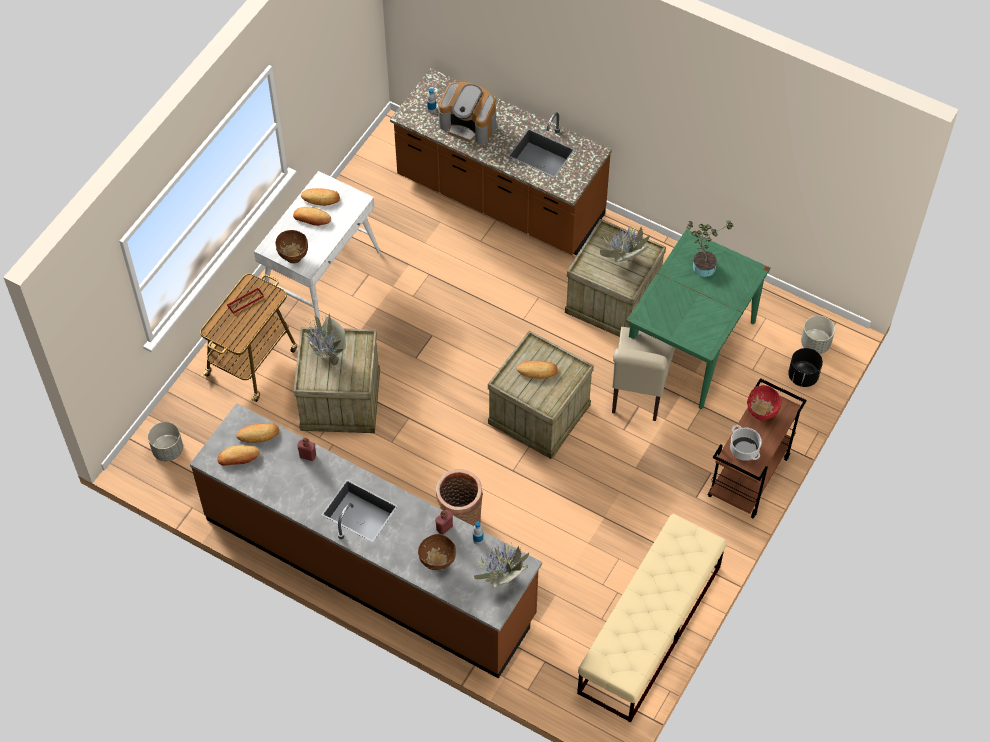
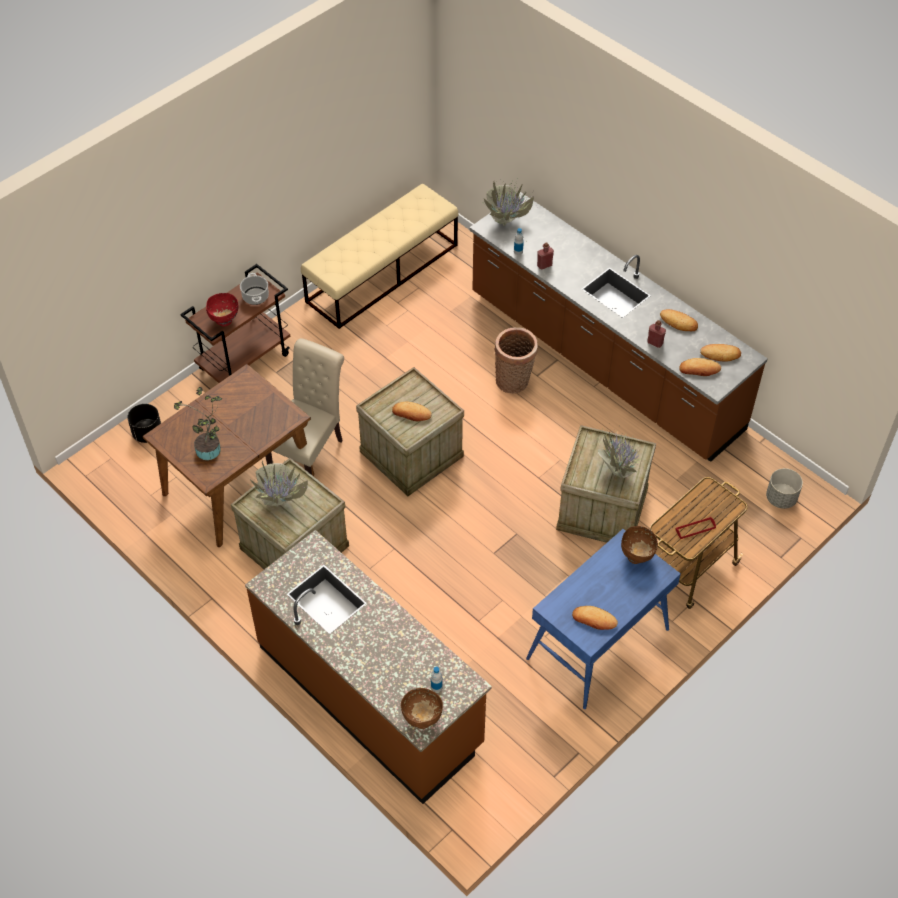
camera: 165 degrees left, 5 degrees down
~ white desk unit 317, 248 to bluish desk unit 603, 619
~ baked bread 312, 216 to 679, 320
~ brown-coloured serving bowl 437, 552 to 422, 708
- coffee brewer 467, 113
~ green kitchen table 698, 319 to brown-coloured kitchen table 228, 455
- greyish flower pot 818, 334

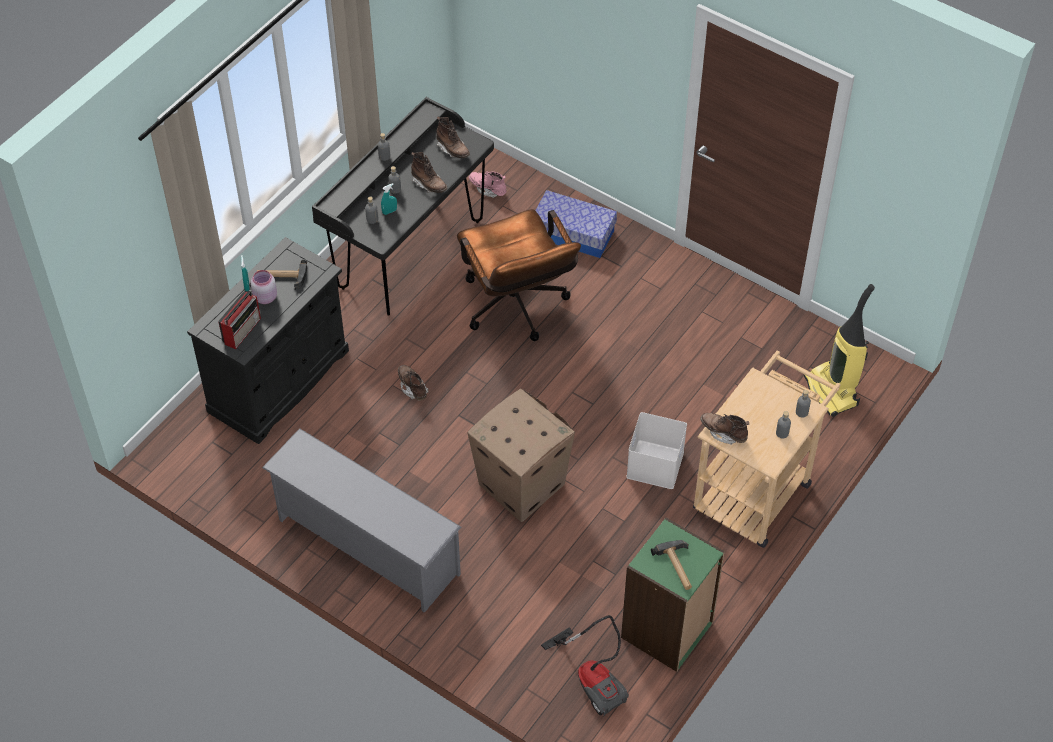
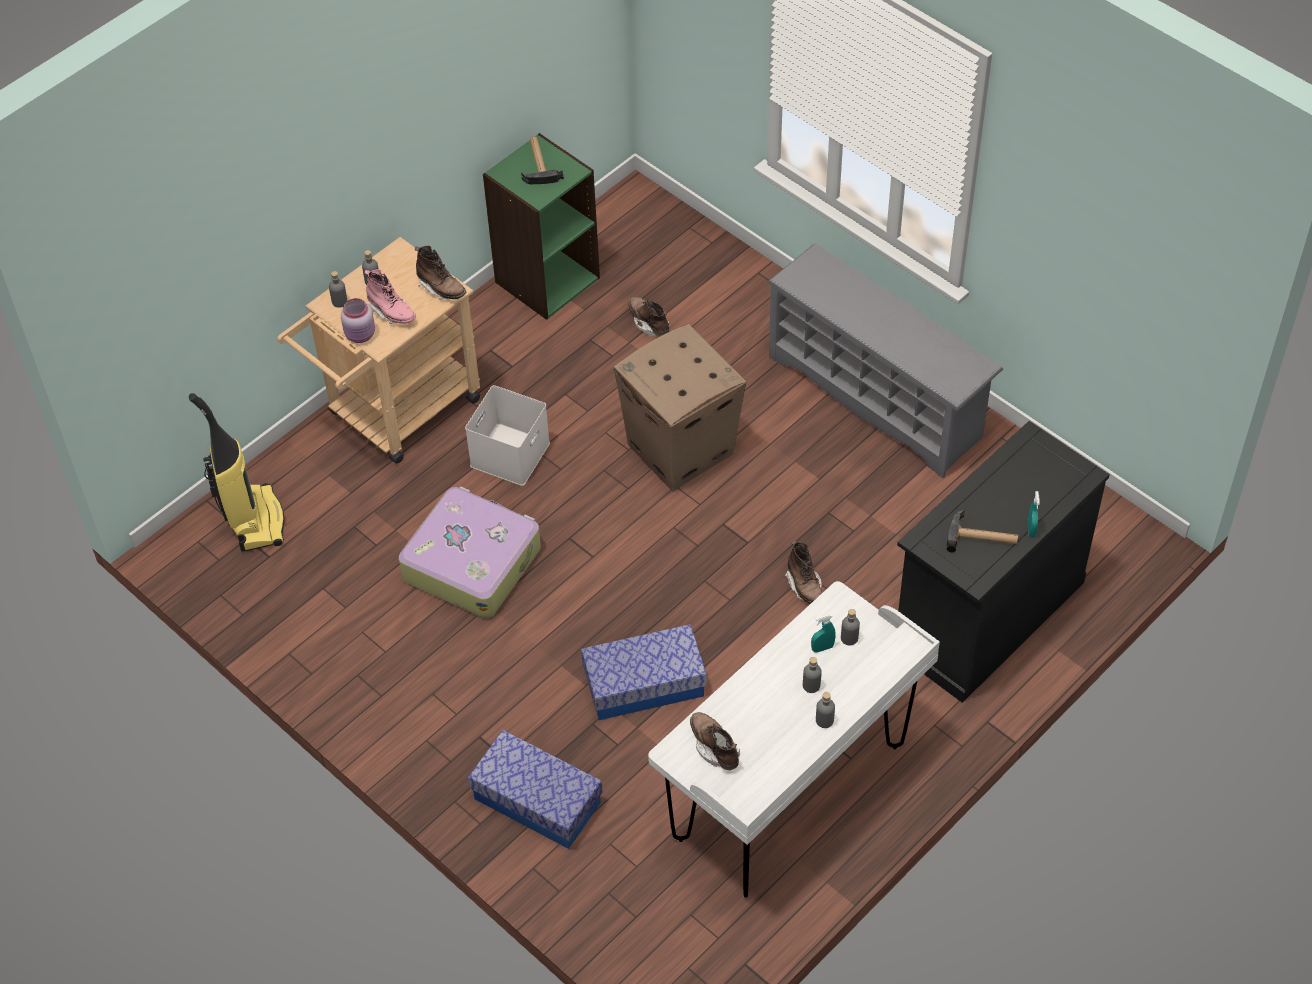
camera: 170 degrees left, 0 degrees up
- radio receiver 239, 320
~ pink jar 264, 287 to 358, 320
~ black-coloured desk unit 403, 206 to white desk unit 794, 739
~ brown-coloured boot 429, 172 to 649, 316
~ brown-coloured desk chair 519, 275 to storage container 644, 672
~ pink boot 487, 184 to 390, 296
- hoover 585, 666
+ travel case 470, 552

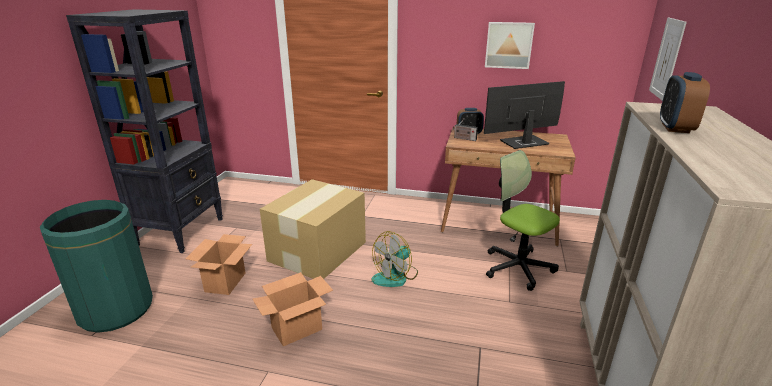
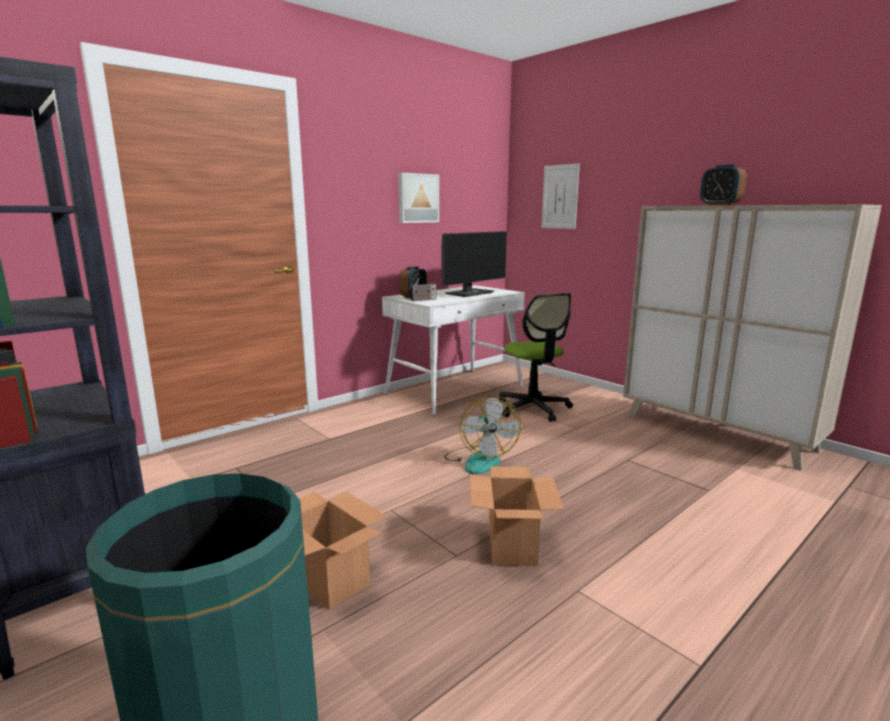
camera: 55 degrees left, 10 degrees down
- carton 313, 229
~ brown-coloured desk unit 508, 187 to white desk unit 453, 350
~ computer display 524, 115 = 474, 264 150 degrees counterclockwise
~ desk chair 523, 220 = 536, 357 105 degrees counterclockwise

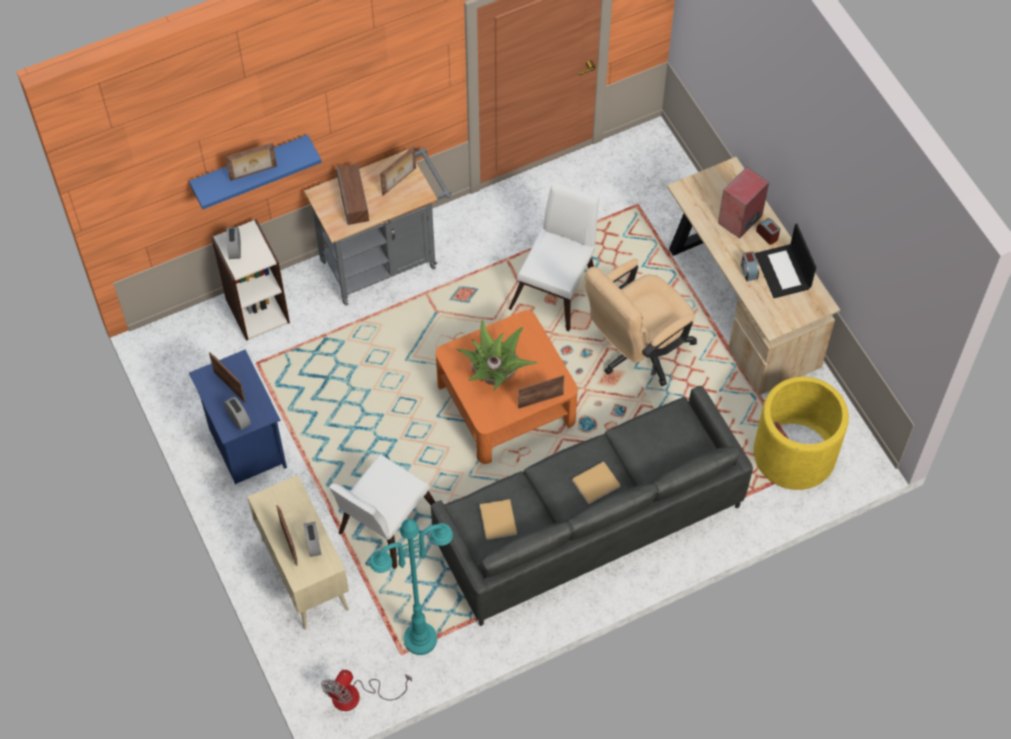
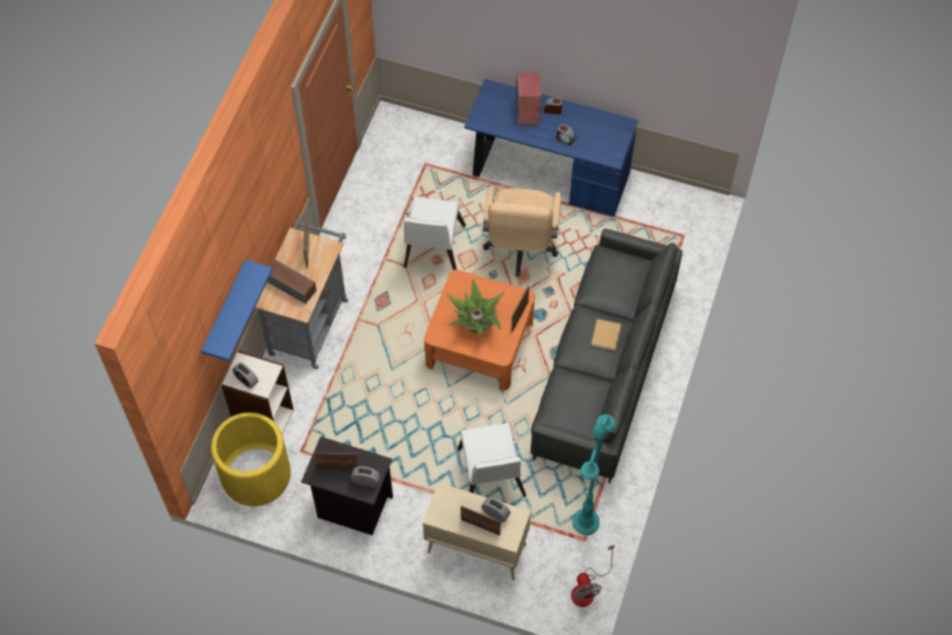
camera: 45 degrees left, 0 degrees up
~ bluish bedside table 238, 416 to black-coloured bedside table 347, 485
- standing frame 251, 161
- beige-coloured book 498, 519
~ white plain chair 554, 256 = 435, 233 150 degrees counterclockwise
~ beige-coloured desk unit 753, 276 to bluish desk unit 551, 148
~ yellow-coloured flower pot 801, 433 to 251, 459
- laptop 785, 261

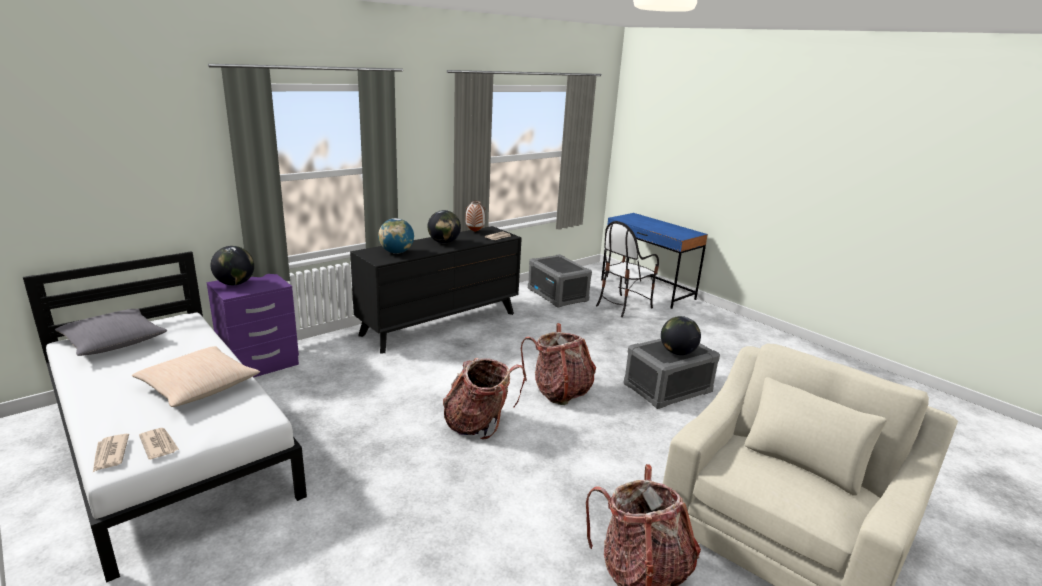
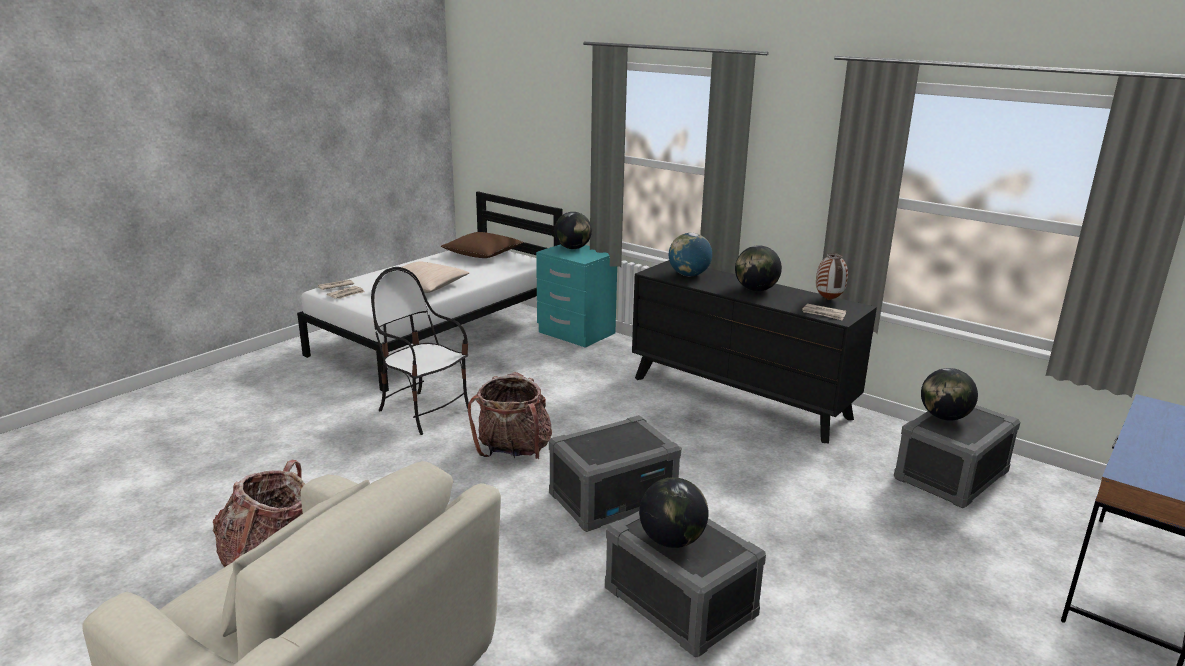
camera: 80 degrees right, 0 degrees up
~ greyish pillow 111, 332 to brown-coloured pillow 482, 245
~ purple bedside table 253, 325 to blue-green bedside table 576, 296
~ rucksack 558, 364 to greyish storage container 615, 473
~ plain chair 627, 269 to 420, 351
+ globe 949, 394

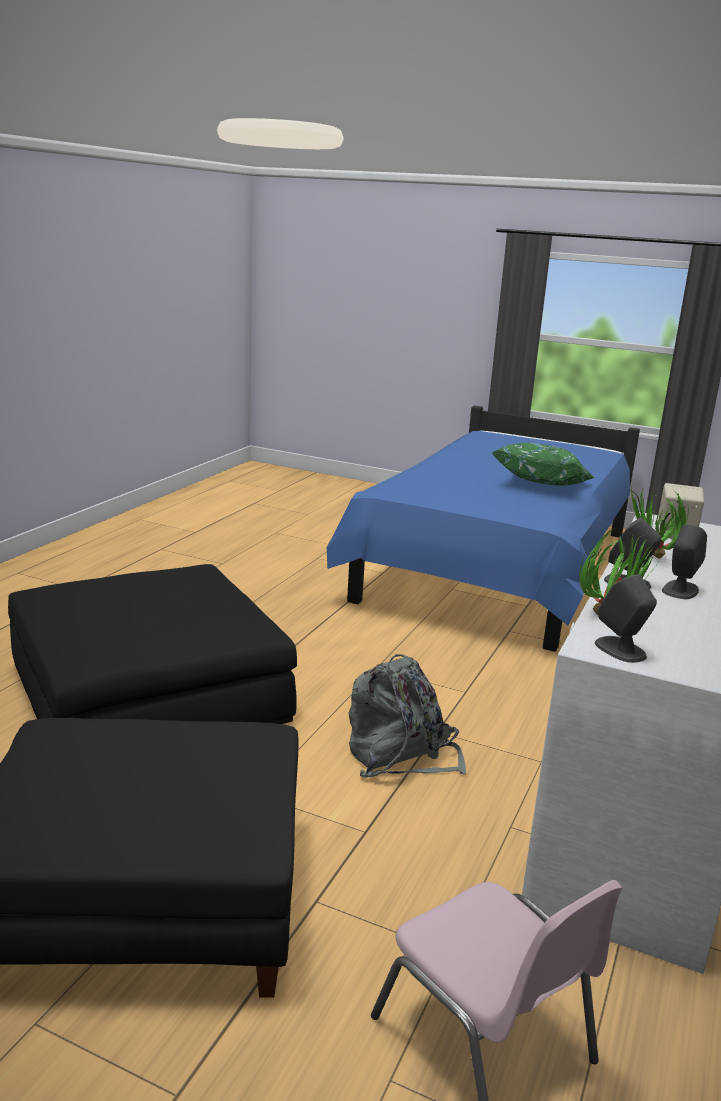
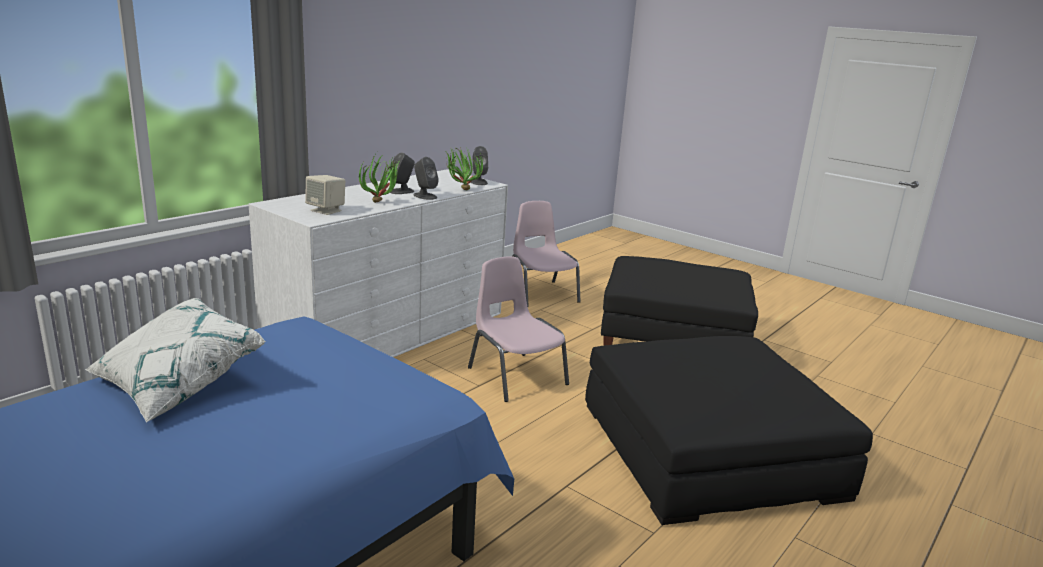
camera: 165 degrees left, 0 degrees up
~ greyish rucksack 407, 716 to pink plain chair 518, 329
~ green pillow 542, 464 to white pillow 175, 360

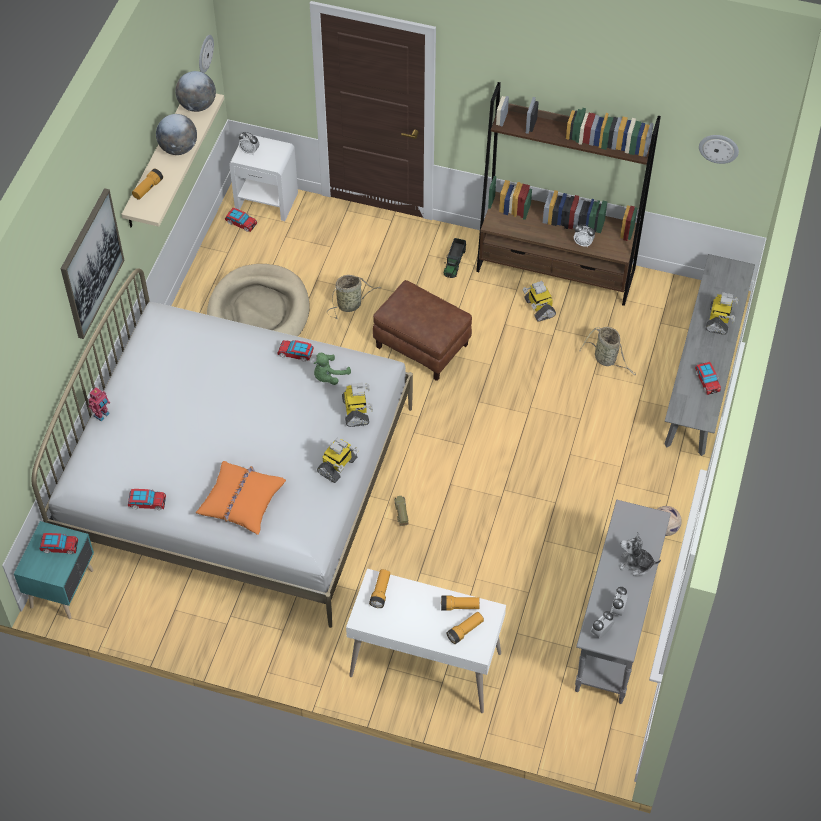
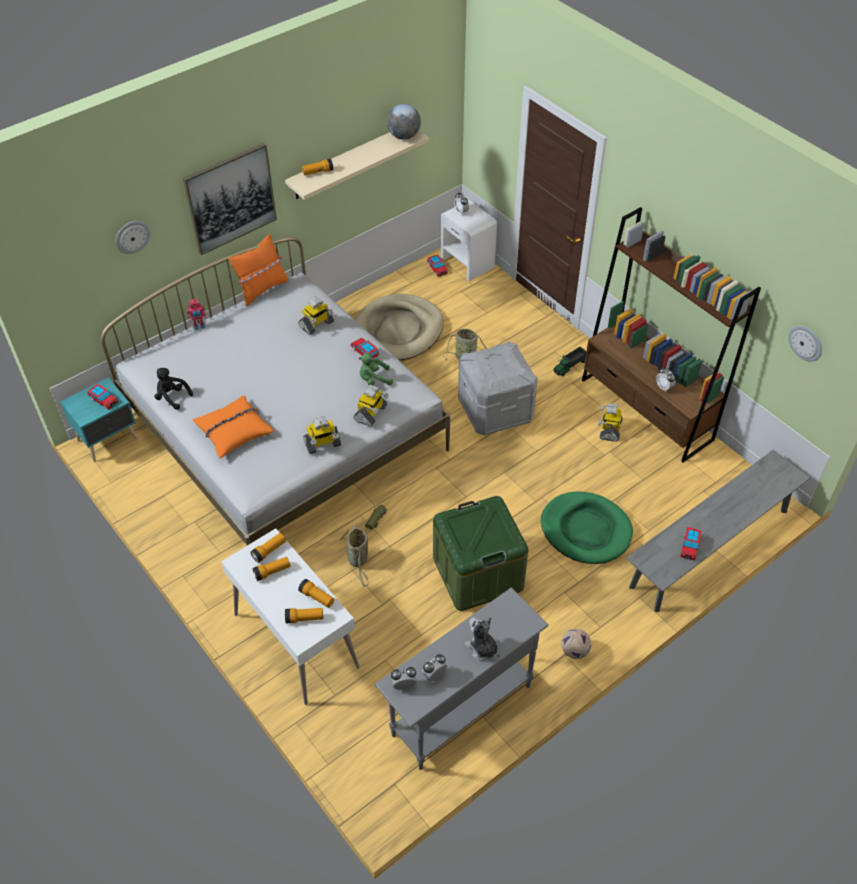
camera: 35 degrees right, 5 degrees down
~ model car 147, 499 to black-coloured soft toy 173, 389
- globe 176, 134
~ wall clock 206, 54 to 133, 237
~ brown-coloured pouffe 422, 330 to greyish storage container 498, 388
~ basket 608, 351 to 354, 555
~ model robot 722, 313 to 316, 315
+ orange-coloured pillow 258, 270
+ hand torch 271, 569
+ green storage container 480, 553
+ green dog cushion 587, 527

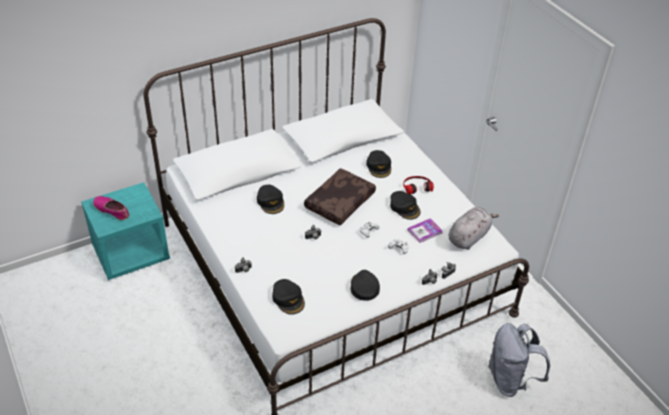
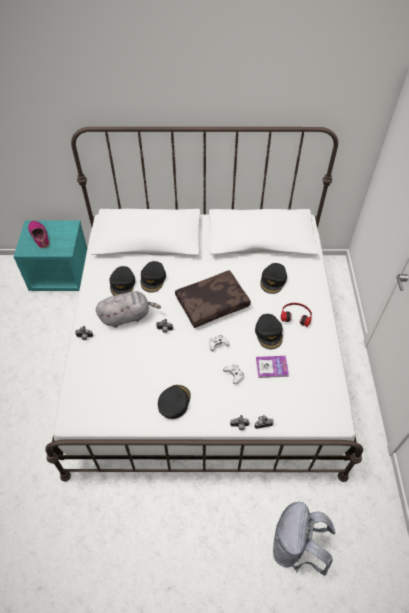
camera: 30 degrees right, 10 degrees up
~ black-coloured baseball cap 288, 297 to 122, 281
~ greyish soft toy 474, 228 to 128, 309

